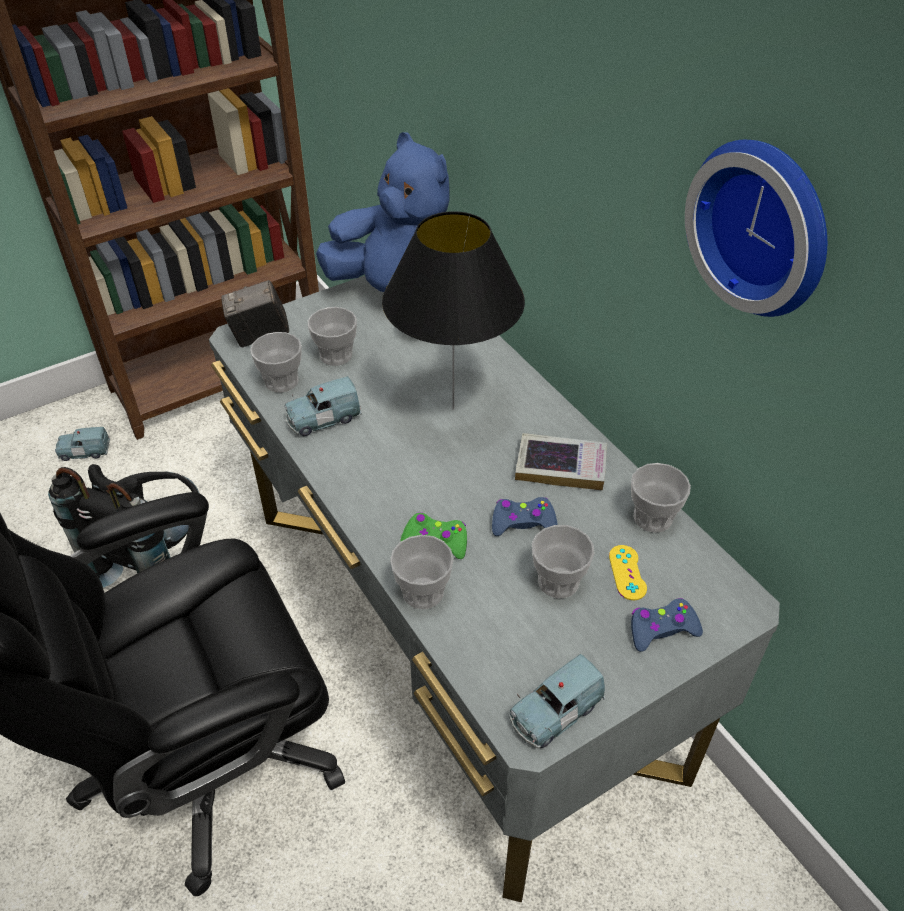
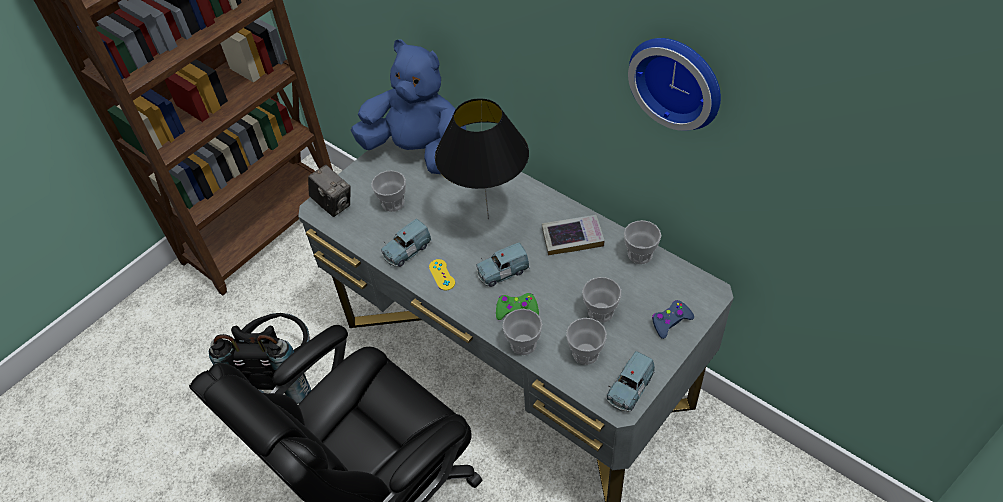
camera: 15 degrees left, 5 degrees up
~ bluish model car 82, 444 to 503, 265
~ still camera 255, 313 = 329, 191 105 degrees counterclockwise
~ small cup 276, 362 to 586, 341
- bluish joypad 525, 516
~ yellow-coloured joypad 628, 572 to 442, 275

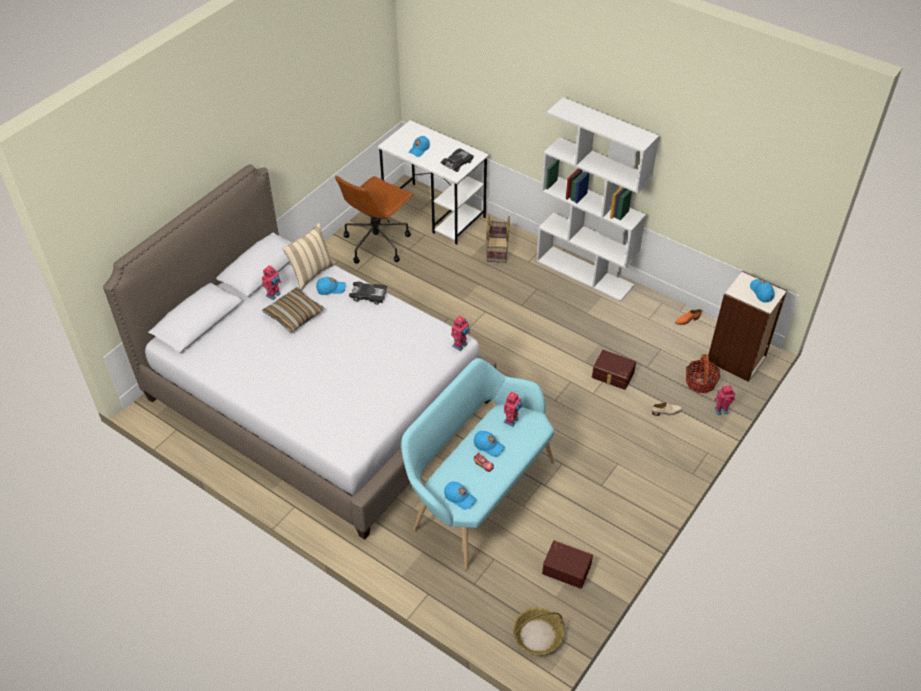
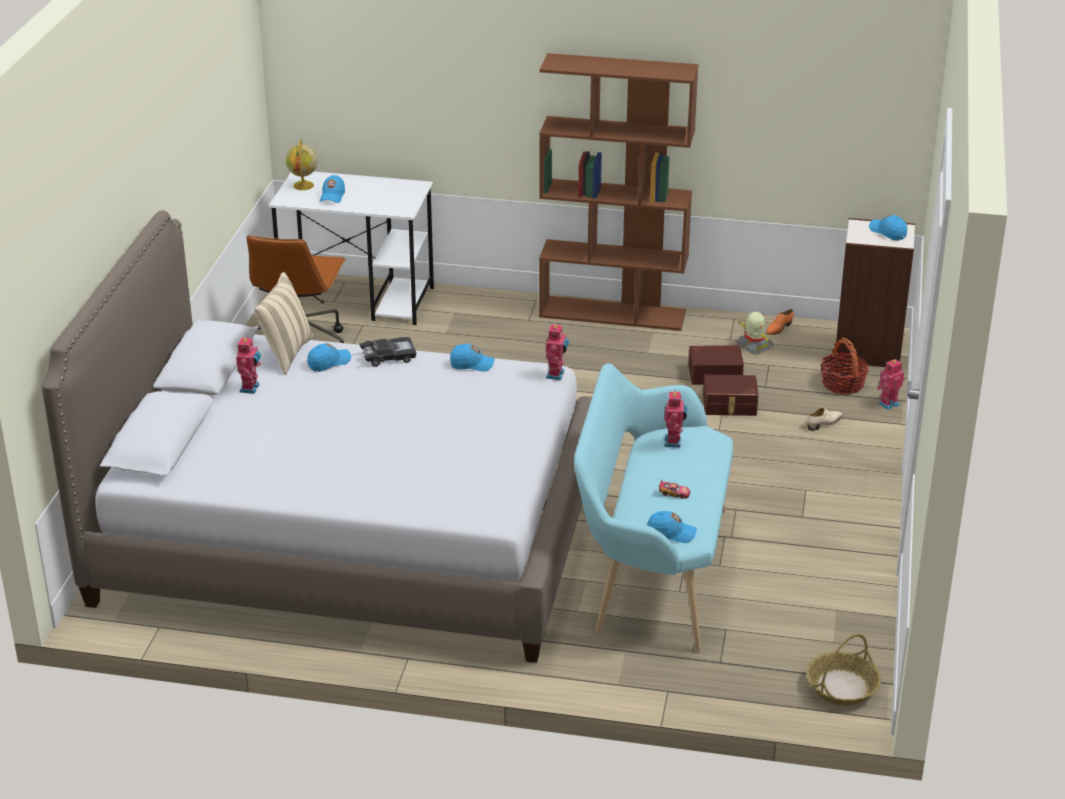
camera: 25 degrees left, 15 degrees down
- pillow 293, 309
- black-coloured model car 457, 160
~ bluish baseball cap 489, 444 to 472, 358
- basket 498, 239
~ white bookcase 597, 199 to brown-coloured bookcase 618, 192
~ brown-coloured storage container 567, 564 to 716, 365
+ globe 302, 165
+ model robot 755, 333

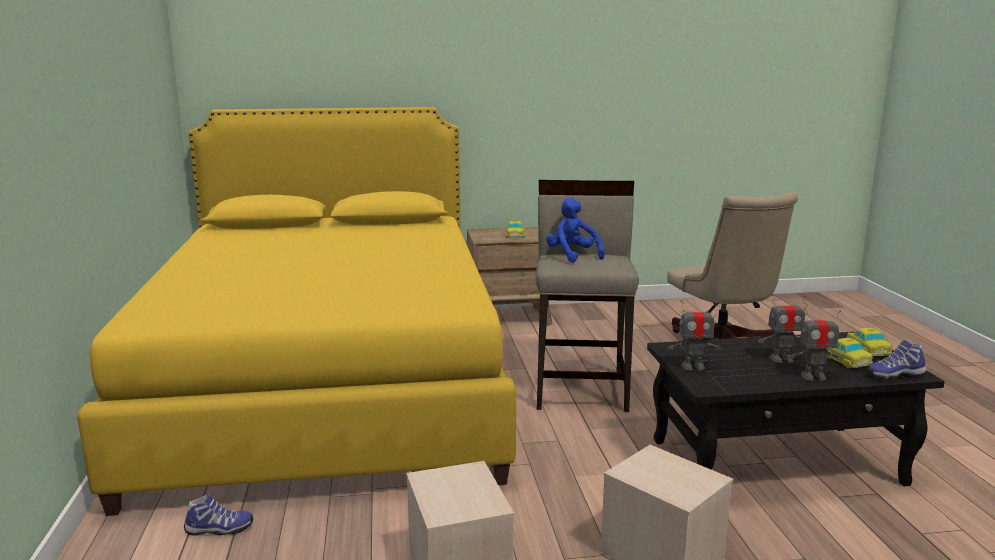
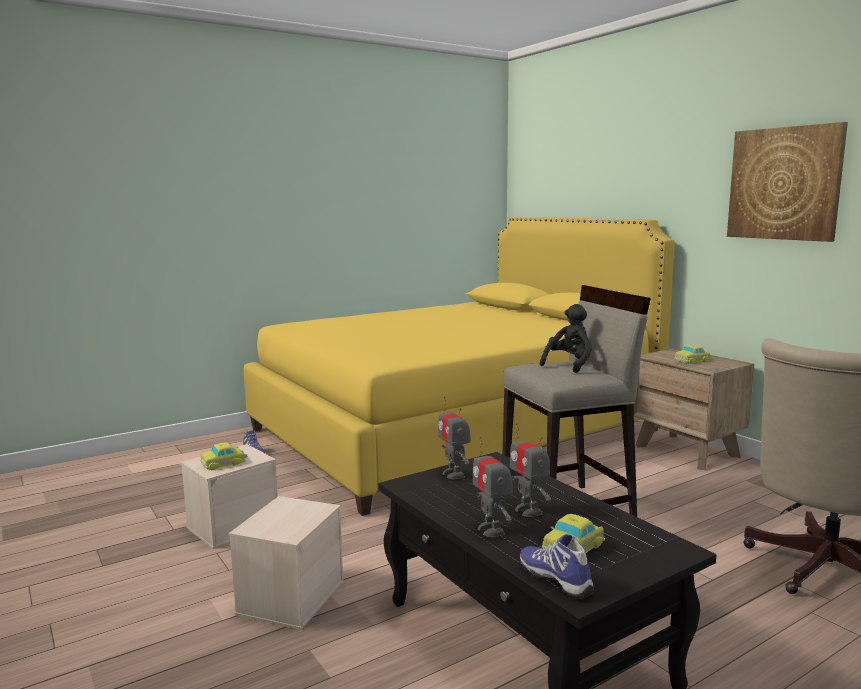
camera: 65 degrees right, 5 degrees down
~ bluish soft toy 575, 230 to black-coloured soft toy 566, 338
~ model car 869, 342 to 223, 456
+ picture 787, 182

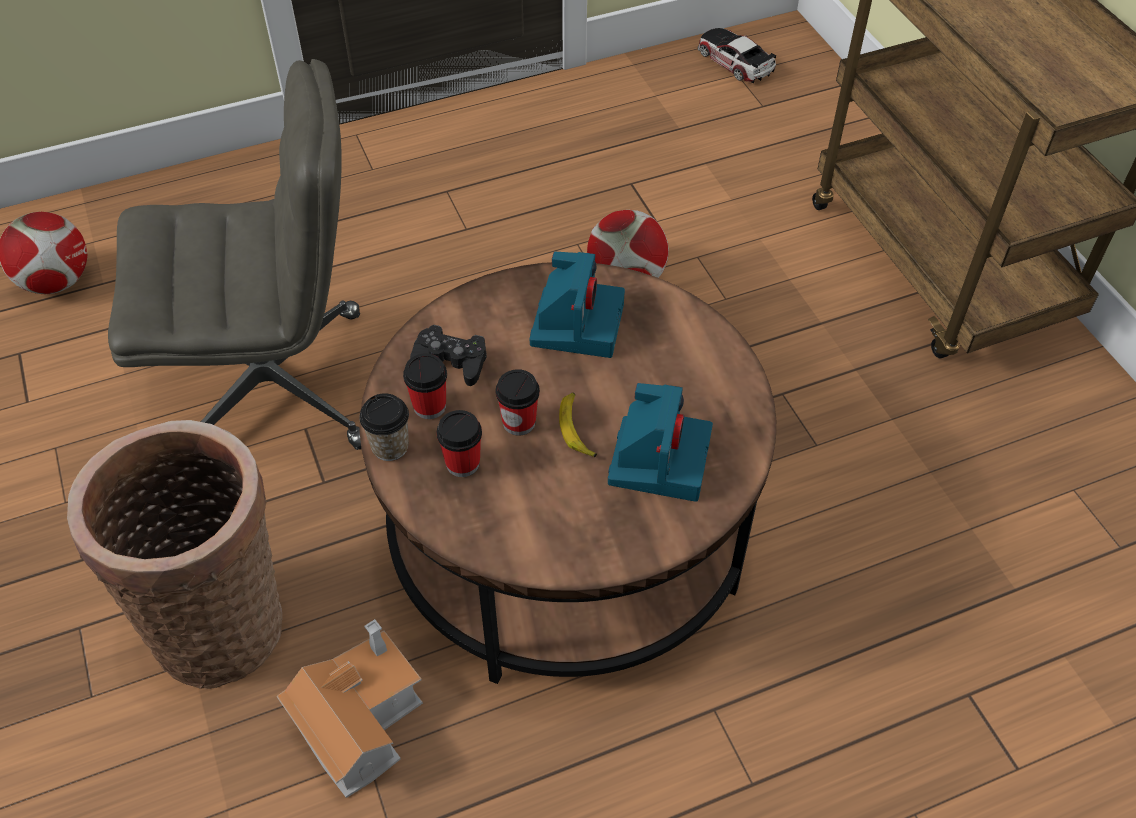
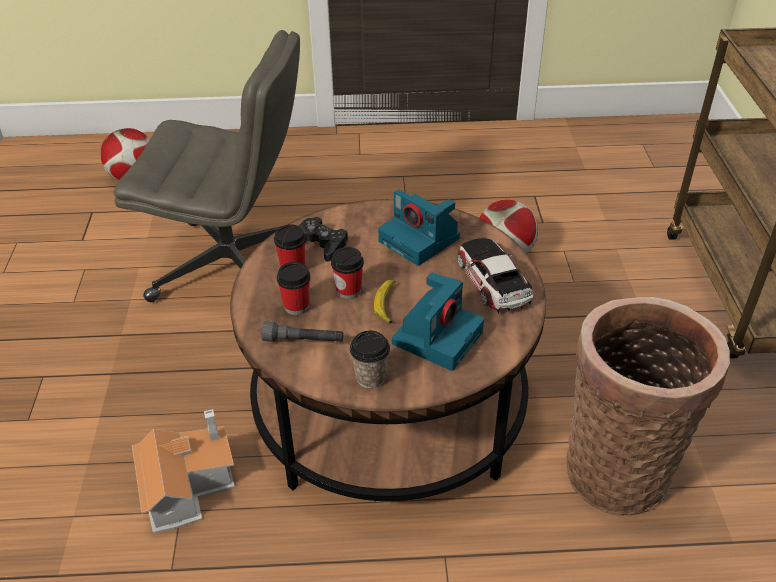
camera: 20 degrees right, 10 degrees down
~ basket 174, 554 to 648, 406
~ small cup 384, 427 to 370, 359
~ still camera 577, 305 = 419, 228 105 degrees clockwise
~ model car 737, 55 to 495, 275
+ greyish hand torch 302, 332

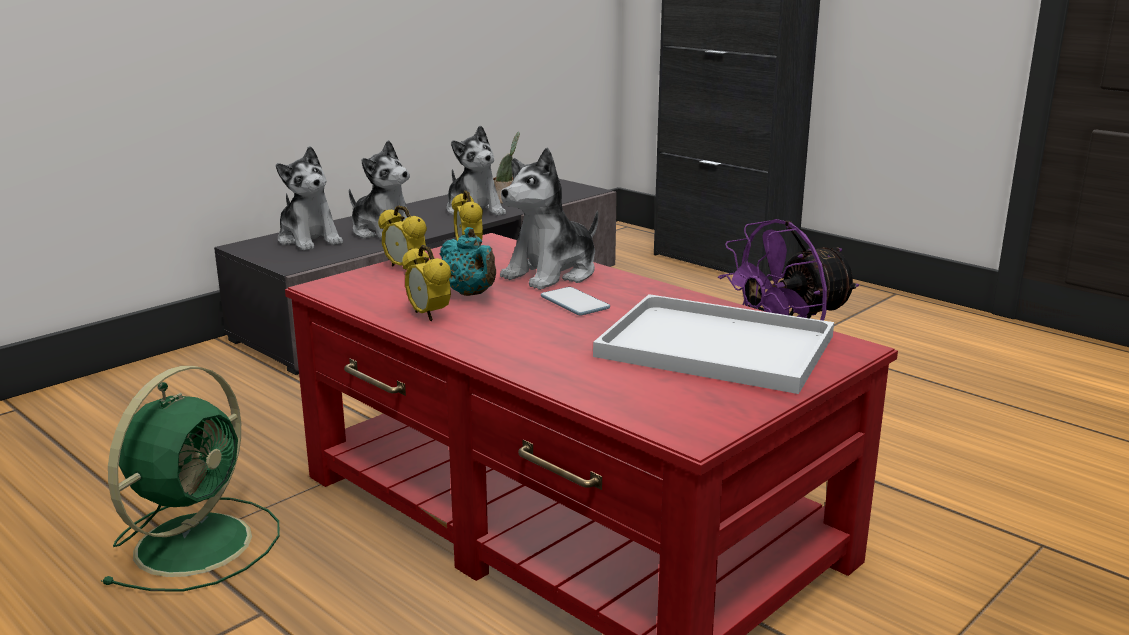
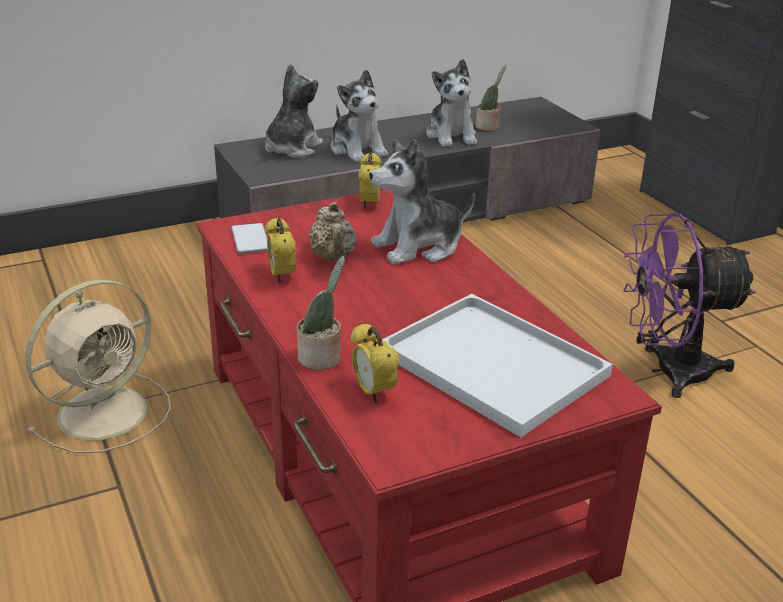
camera: 20 degrees right, 10 degrees up
~ green electric fan 190, 479 to beige-coloured electric fan 98, 366
~ soft toy 309, 198 = 294, 111 135 degrees counterclockwise
~ table clock 402, 235 to 375, 363
~ blue-green pot for tea 468, 261 to beige-coloured pot for tea 333, 231
~ telephone 575, 301 to 249, 238
+ houseplant 321, 313

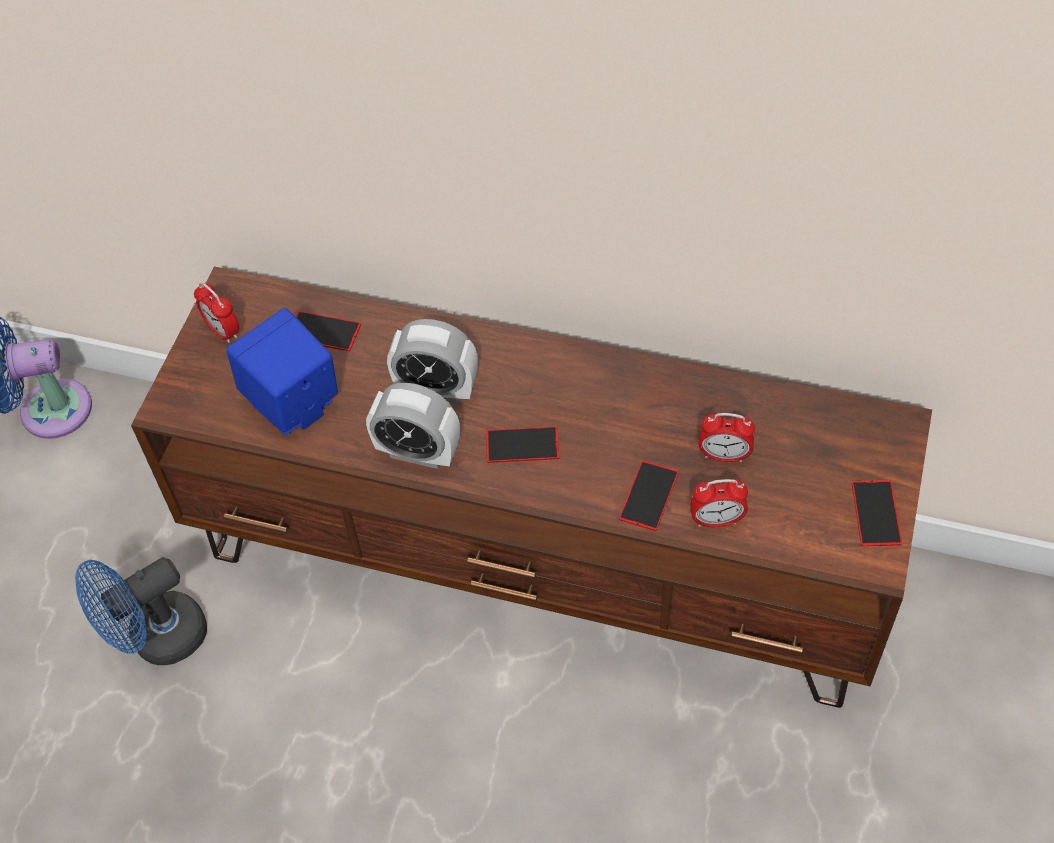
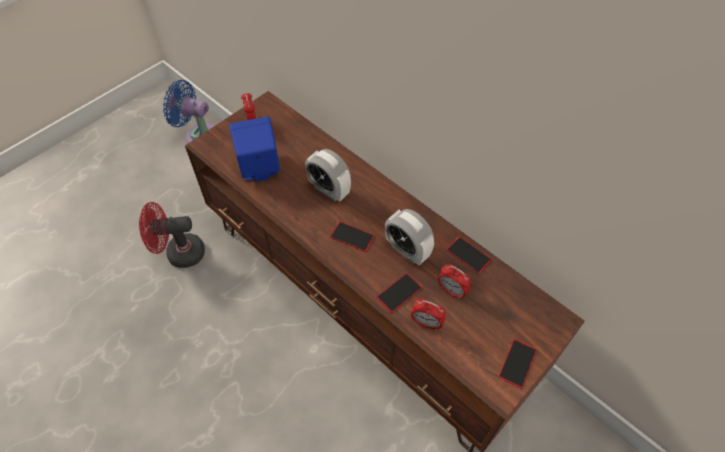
camera: 25 degrees right, 0 degrees up
~ bluish electric fan 141, 611 to reddish electric fan 172, 235
~ telephone 328, 331 to 469, 255
~ table clock 413, 426 to 409, 237

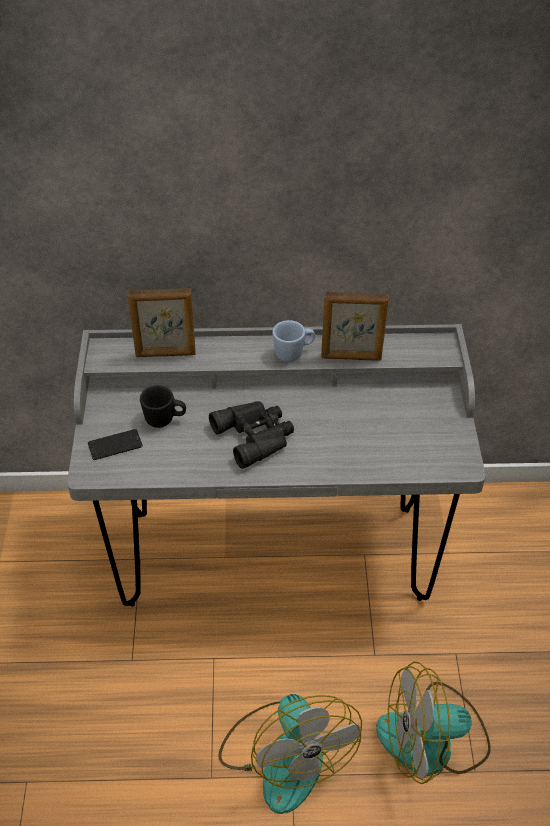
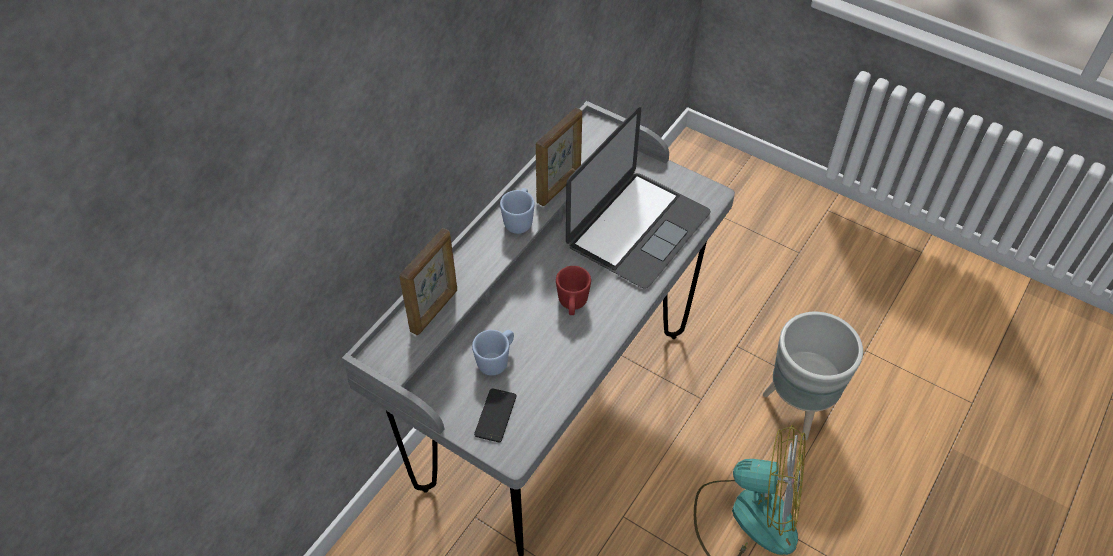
camera: 55 degrees left, 5 degrees up
~ black-coloured coffee mug 163, 406 to bluish coffee mug 493, 353
~ black-coloured binoculars 251, 435 to reddish coffee mug 573, 290
~ electric fan 433, 723 to greyish flower pot 813, 376
+ laptop 638, 198

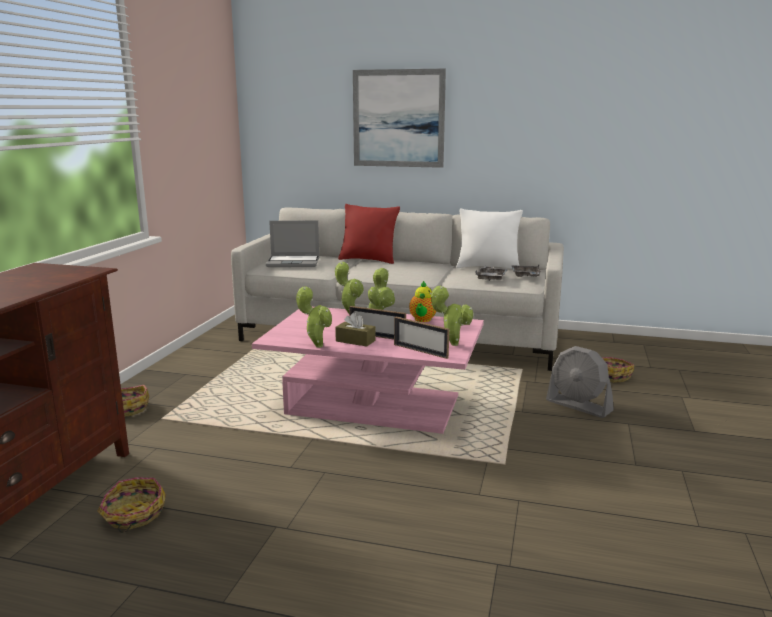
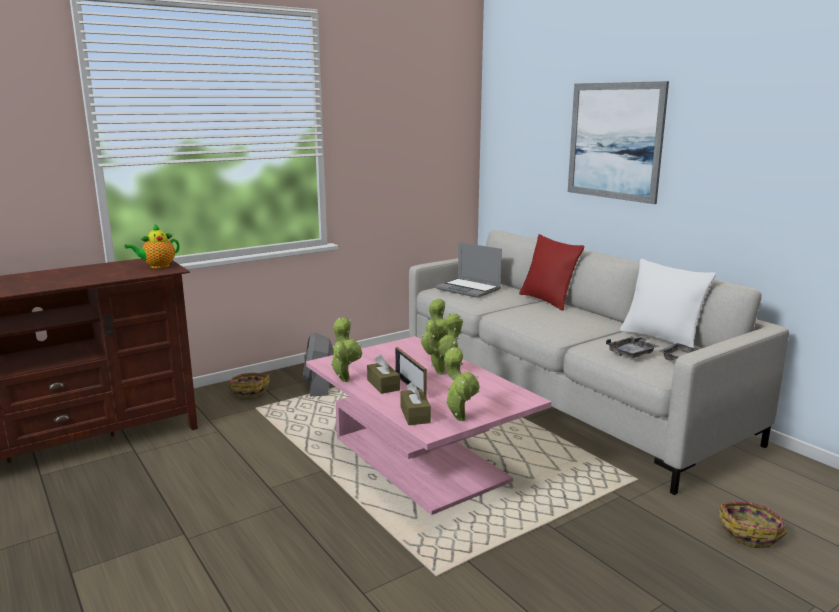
camera: 40 degrees right, 0 degrees up
- basket 131, 505
~ standing frame 421, 337 to brown-coloured tissue box 415, 403
~ pot for tea 423, 301 to 152, 246
~ greyish electric fan 580, 382 to 318, 365

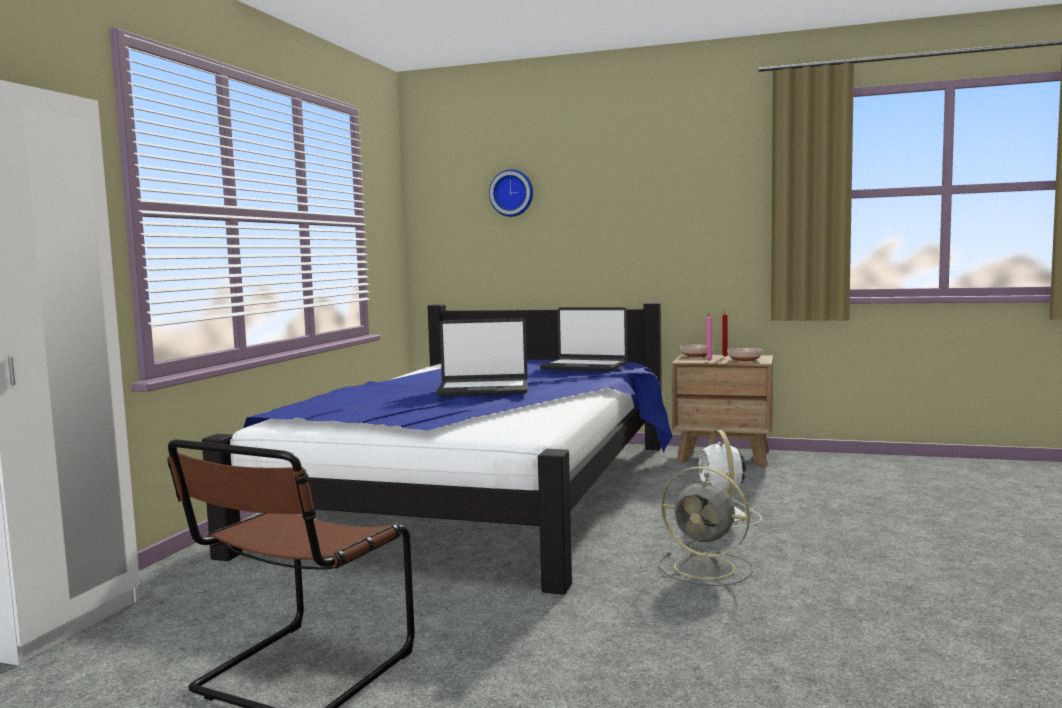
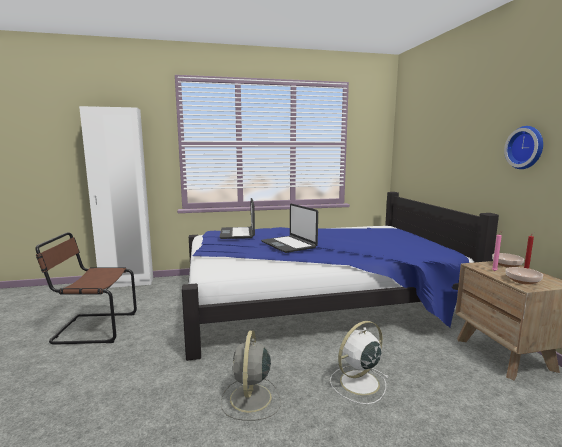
camera: 60 degrees right, 5 degrees up
~ wall clock 511, 193 to 523, 147
~ laptop 584, 339 to 237, 218

